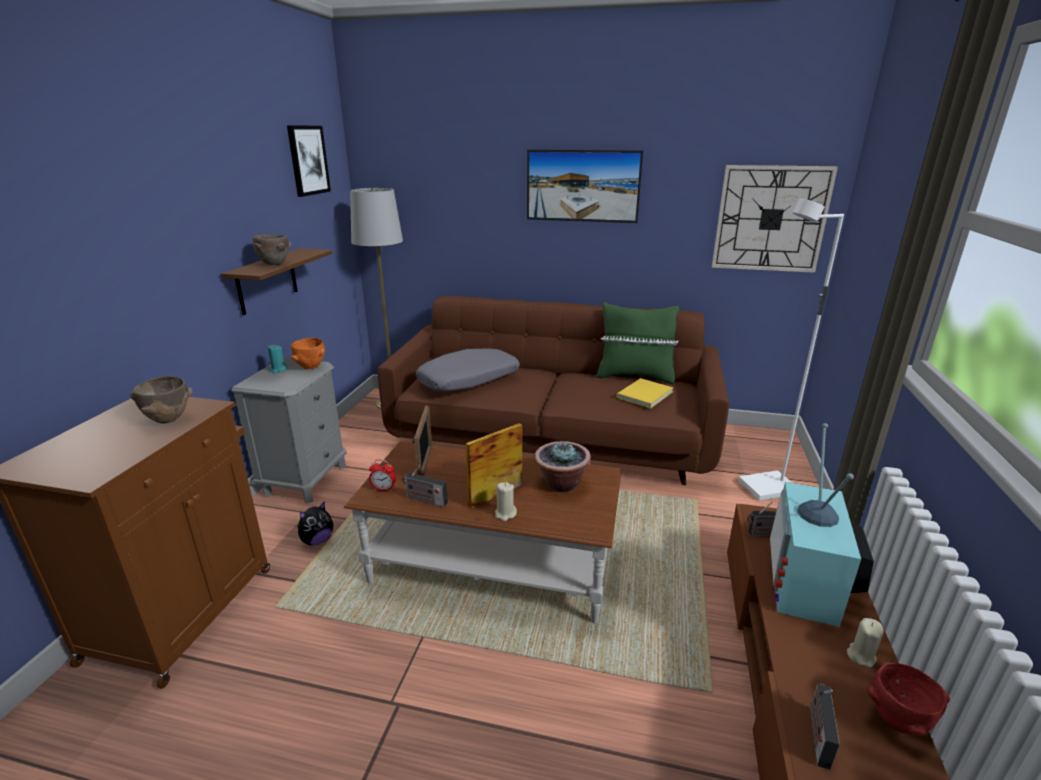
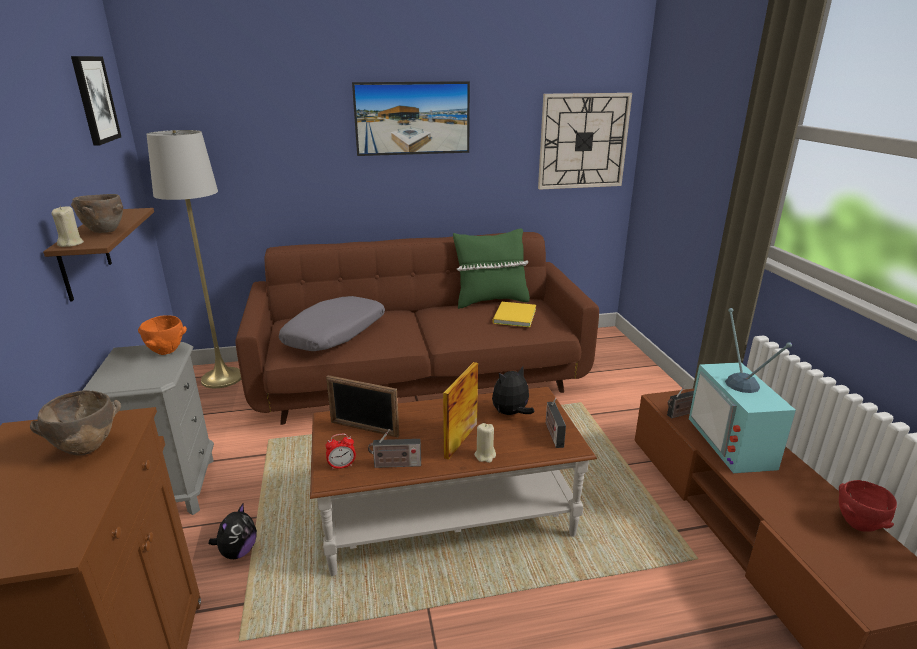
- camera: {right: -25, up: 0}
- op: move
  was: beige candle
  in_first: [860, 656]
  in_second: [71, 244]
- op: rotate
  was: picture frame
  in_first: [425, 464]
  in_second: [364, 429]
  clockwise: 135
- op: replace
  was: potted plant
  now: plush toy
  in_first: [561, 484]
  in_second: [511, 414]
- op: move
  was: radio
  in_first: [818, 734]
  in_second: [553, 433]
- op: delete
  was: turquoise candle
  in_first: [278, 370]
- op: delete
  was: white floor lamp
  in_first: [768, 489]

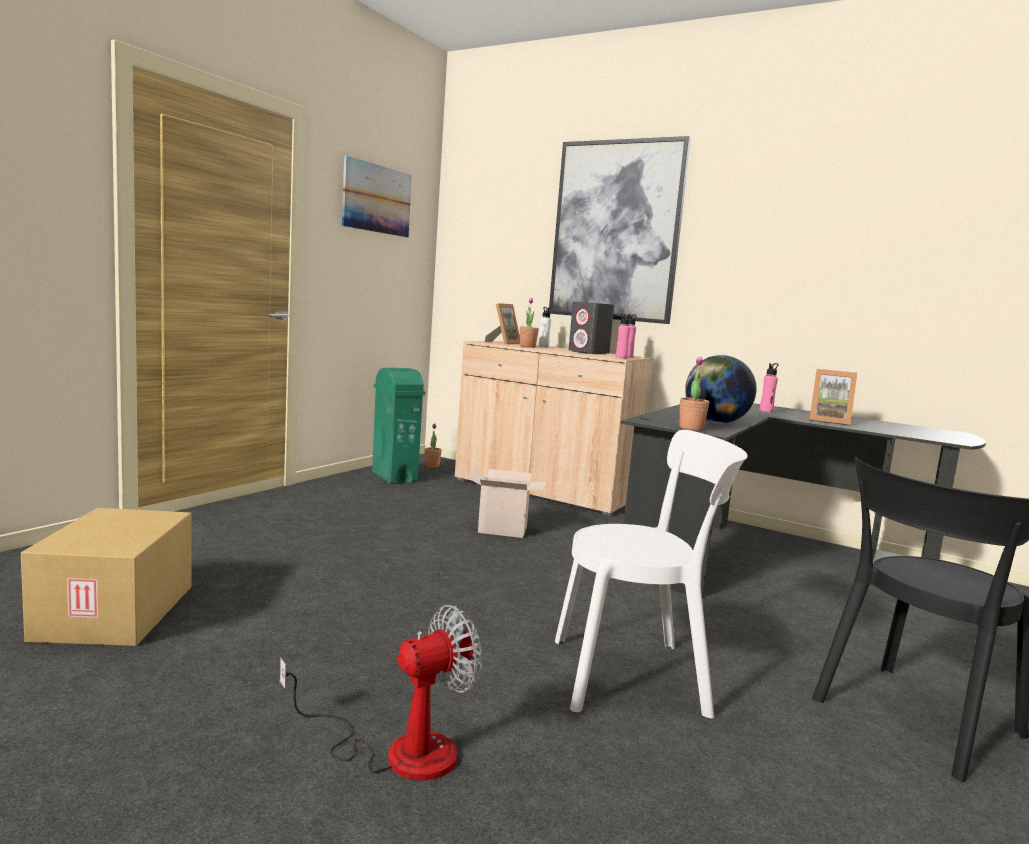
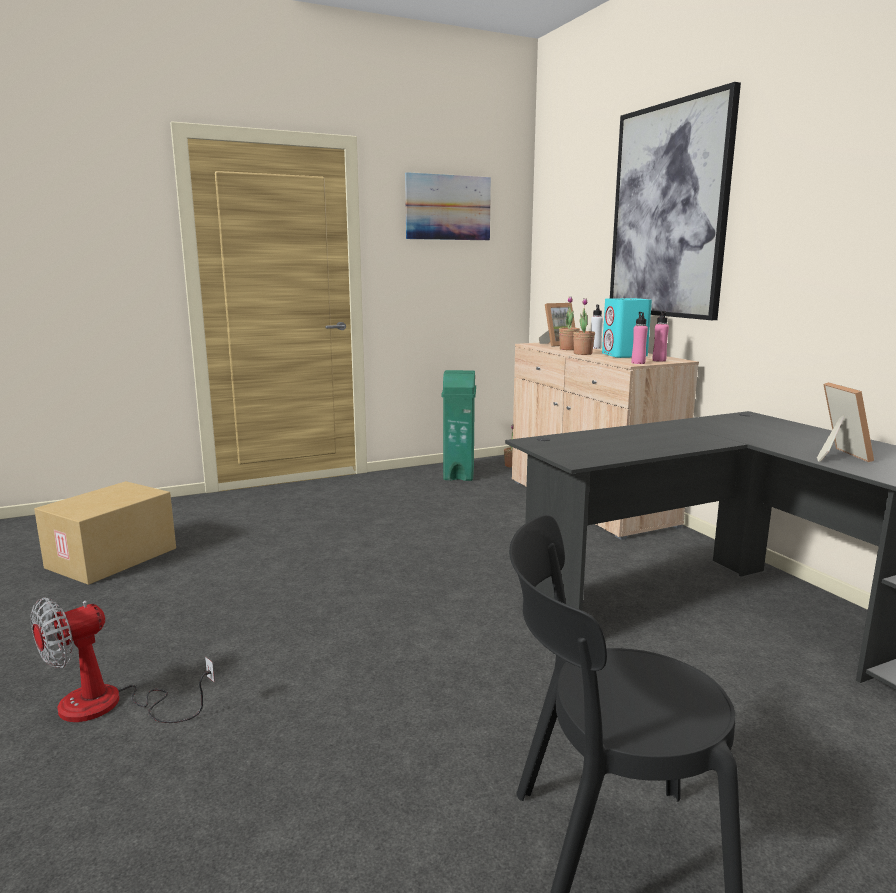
- camera: {right: 35, up: 5}
- op: rotate
  was: fan
  in_first: [398, 750]
  in_second: [110, 706]
  clockwise: 135
- op: move
  was: potted plant
  in_first: [691, 428]
  in_second: [582, 354]
- op: recolor
  was: grey speaker
  now: turquoise speaker
  in_first: [589, 352]
  in_second: [624, 355]
- op: rotate
  was: picture frame
  in_first: [828, 421]
  in_second: [836, 455]
  clockwise: -150
- op: delete
  was: cardboard box
  in_first: [504, 530]
- op: delete
  was: white chair
  in_first: [636, 675]
- op: delete
  was: globe
  in_first: [715, 422]
- op: delete
  was: pink bottle
  in_first: [766, 411]

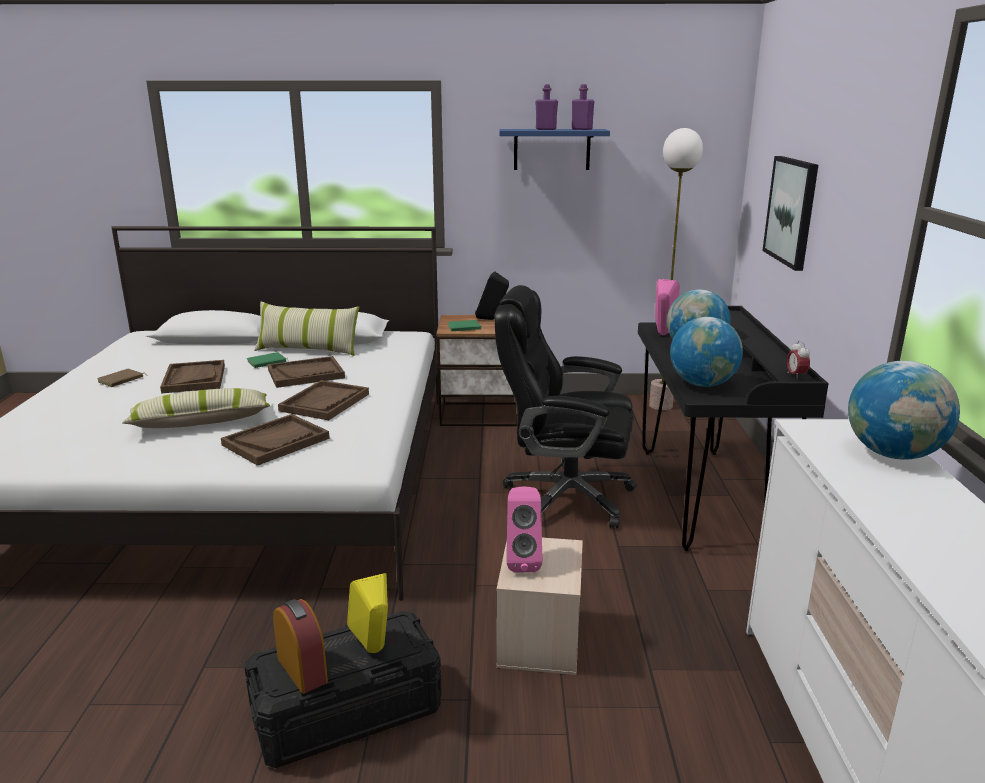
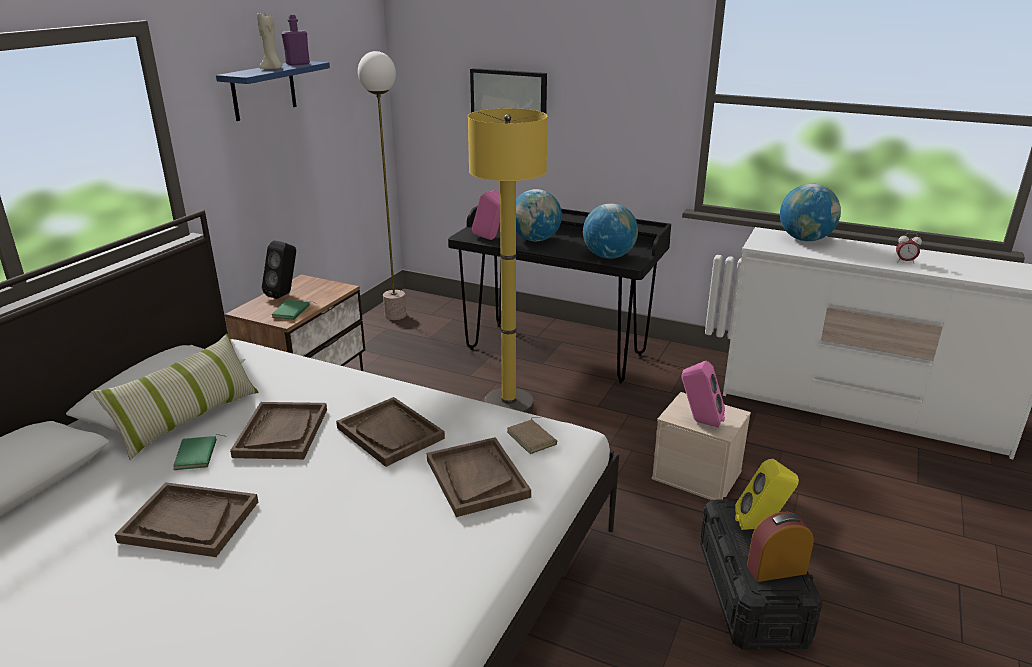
- camera: {right: -65, up: 5}
- op: replace
  was: purple bottle
  now: beige candle
  in_first: [546, 129]
  in_second: [272, 69]
- op: replace
  was: black office chair
  now: yellow floor lamp
  in_first: [565, 497]
  in_second: [508, 405]
- op: move
  was: brown book
  in_first: [121, 380]
  in_second: [533, 438]
- op: move
  was: alarm clock
  in_first: [795, 376]
  in_second: [905, 261]
- op: delete
  was: pillow
  in_first: [201, 422]

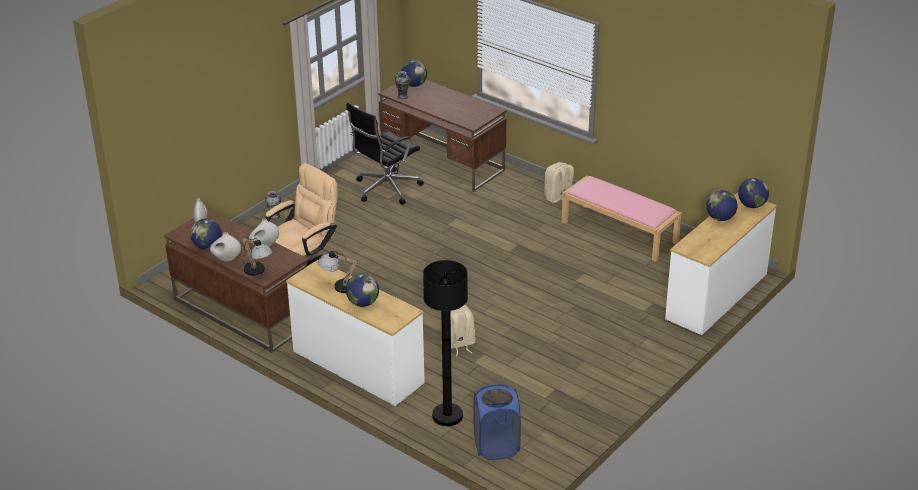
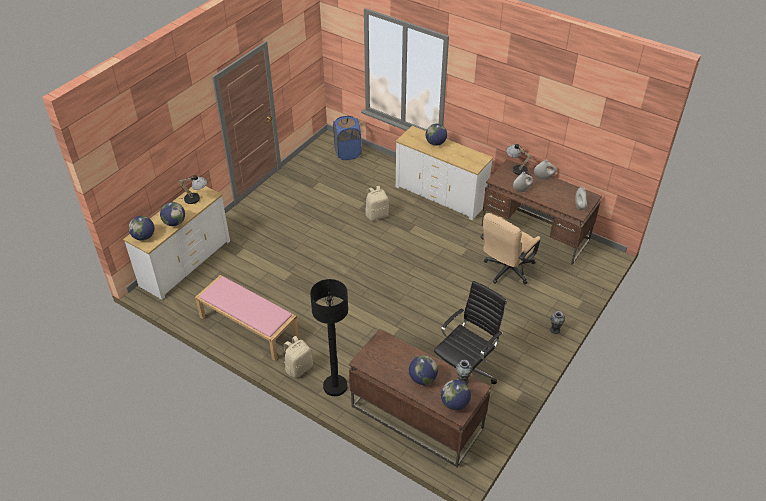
- camera: {right: 175, up: 10}
- op: move
  was: table lamp
  in_first: [339, 286]
  in_second: [196, 199]
- op: move
  was: black floor lamp
  in_first: [447, 415]
  in_second: [335, 386]
- op: move
  was: globe
  in_first: [207, 247]
  in_second: [422, 378]

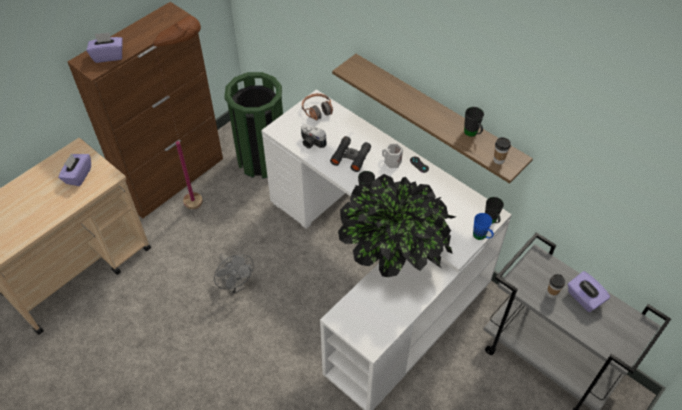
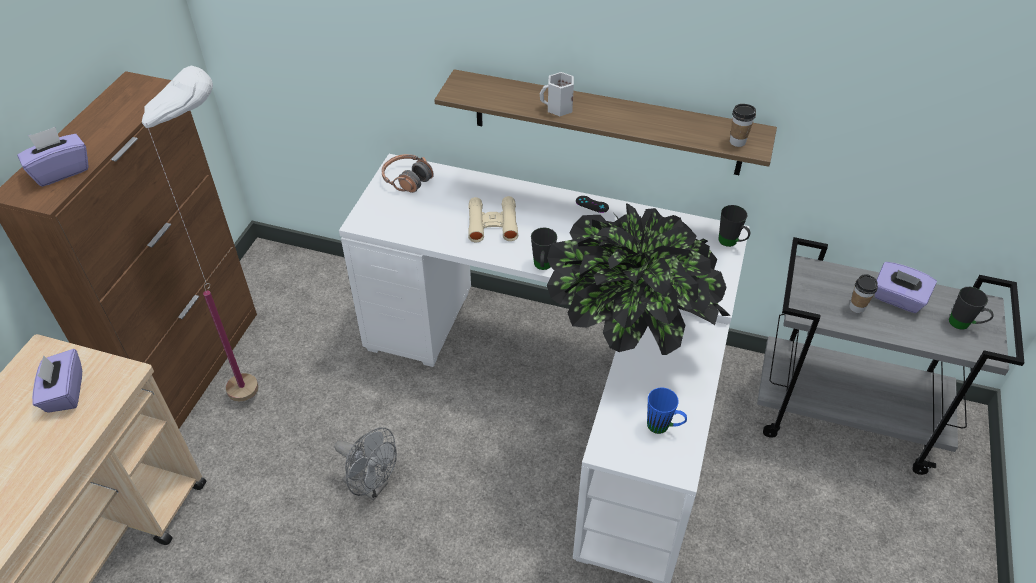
- camera: {right: -25, up: -5}
- op: recolor
  was: brown floor lamp
  now: white floor lamp
  in_first: [208, 197]
  in_second: [261, 375]
- op: recolor
  was: black binoculars
  now: beige binoculars
  in_first: [351, 157]
  in_second: [492, 224]
- op: move
  was: white mug
  in_first: [392, 162]
  in_second: [558, 108]
- op: move
  was: blue mug
  in_first: [481, 237]
  in_second: [663, 427]
- op: move
  was: black mug
  in_first: [472, 134]
  in_second: [964, 325]
- op: delete
  was: green trash can
  in_first: [262, 159]
- op: delete
  was: photo camera
  in_first: [311, 143]

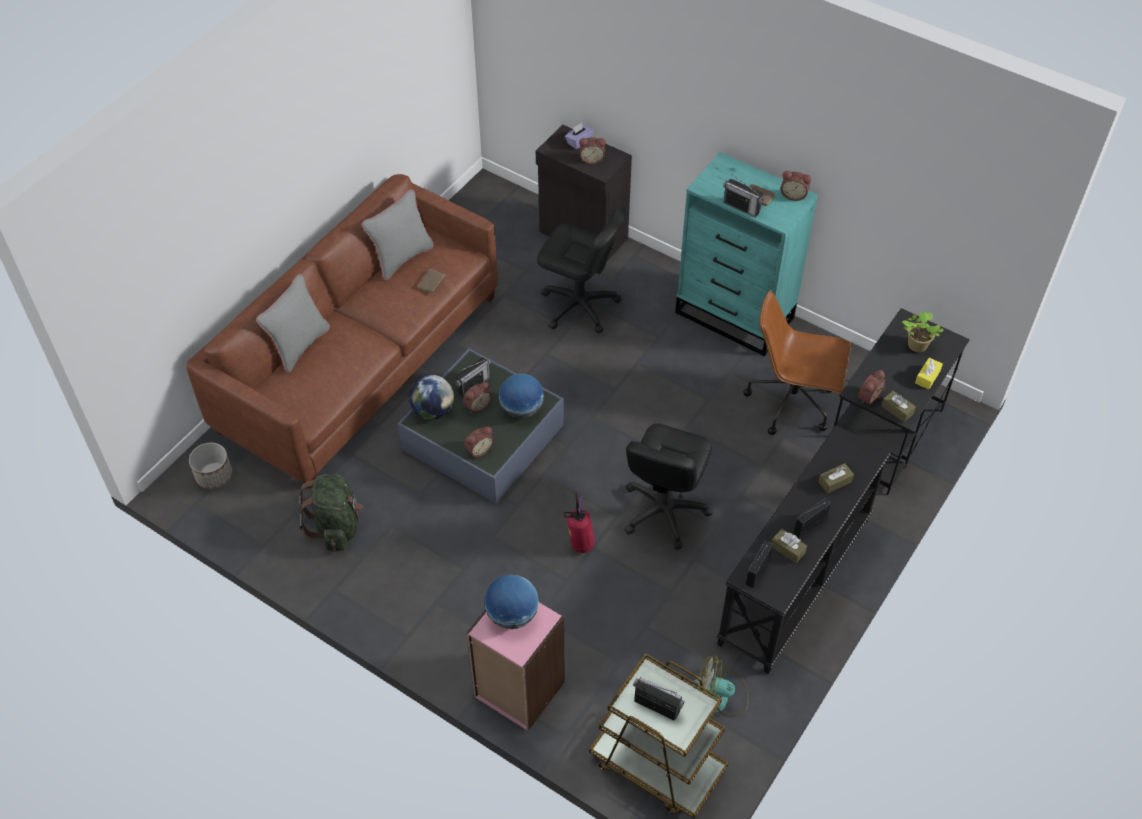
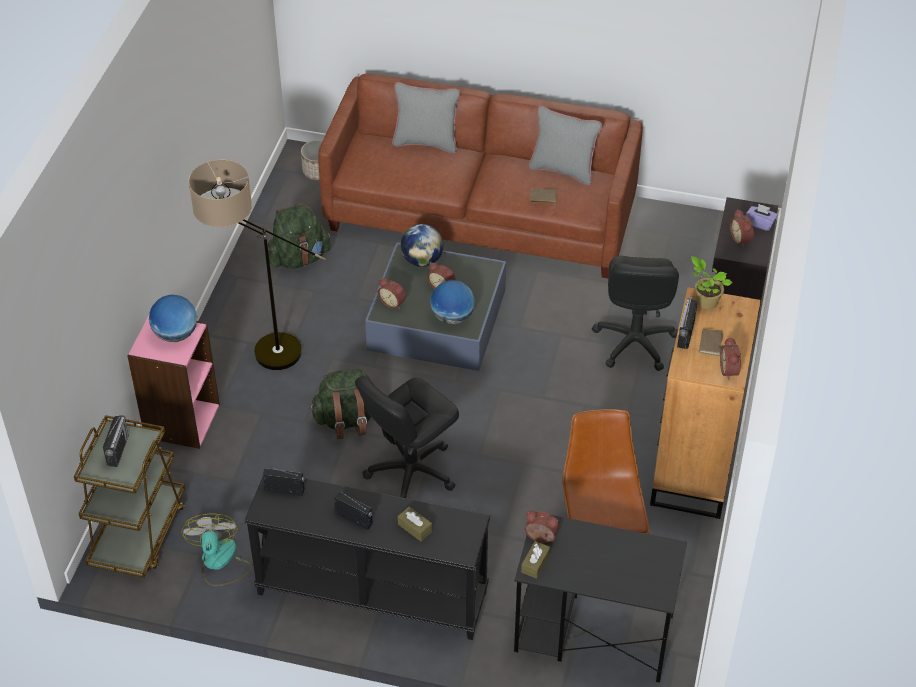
- camera: {right: 70, up: -5}
- op: insert
  now: floor lamp
  in_second: [258, 354]
- op: replace
  was: fire extinguisher
  now: green backpack
  in_first: [580, 544]
  in_second: [348, 420]
- op: rotate
  was: black office chair
  in_first: [664, 511]
  in_second: [410, 471]
  clockwise: -45
- op: recolor
  was: turquoise dresser
  now: brown dresser
  in_first: [735, 316]
  in_second: [693, 468]
- op: move
  was: potted plant
  in_first: [916, 346]
  in_second: [705, 301]
- op: delete
  was: radio
  in_first: [473, 385]
- op: delete
  was: brown tissue box
  in_first: [788, 549]
- op: delete
  was: yellow tissue box
  in_first: [927, 377]

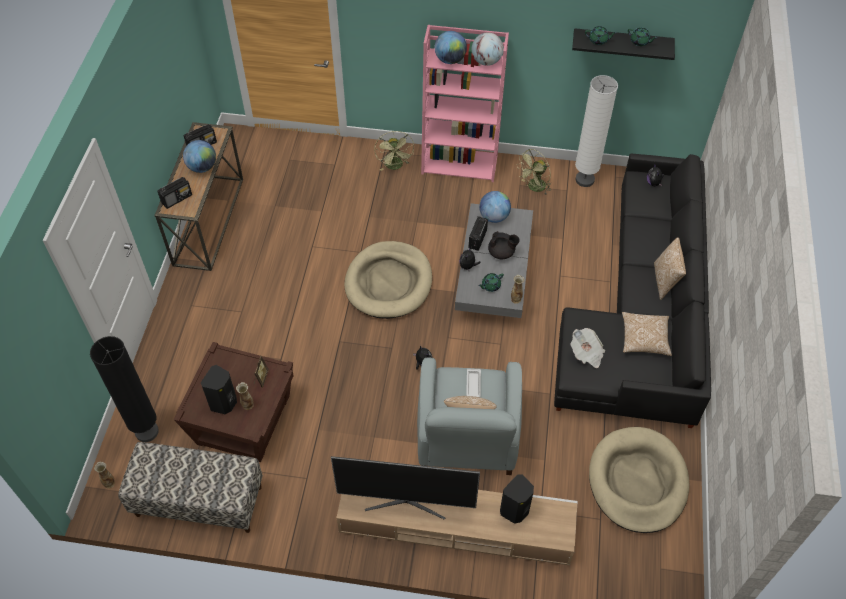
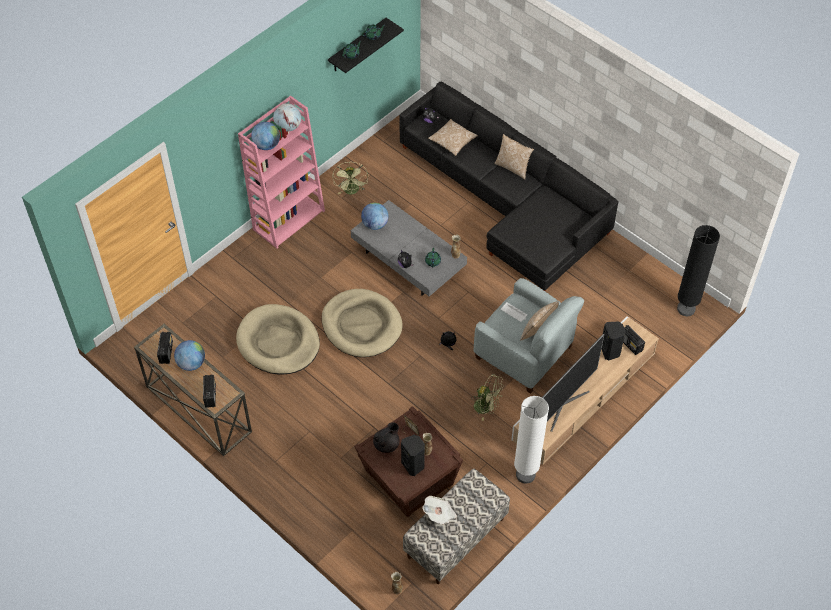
- camera: {right: -55, up: 0}
- op: move
  was: beige dog bed
  in_first: [637, 481]
  in_second: [278, 342]
- op: move
  was: black teapot
  in_first: [501, 253]
  in_second: [386, 444]
- op: move
  was: newspaper
  in_first: [586, 353]
  in_second: [439, 514]
- op: move
  was: pillow
  in_first: [644, 339]
  in_second: [452, 142]
- op: move
  was: green fan
  in_first: [395, 166]
  in_second: [486, 407]
- op: move
  was: white floor lamp
  in_first: [585, 180]
  in_second: [525, 474]
- op: move
  was: radio
  in_first: [477, 239]
  in_second: [630, 344]
- op: move
  was: black floor lamp
  in_first: [147, 432]
  in_second: [686, 309]

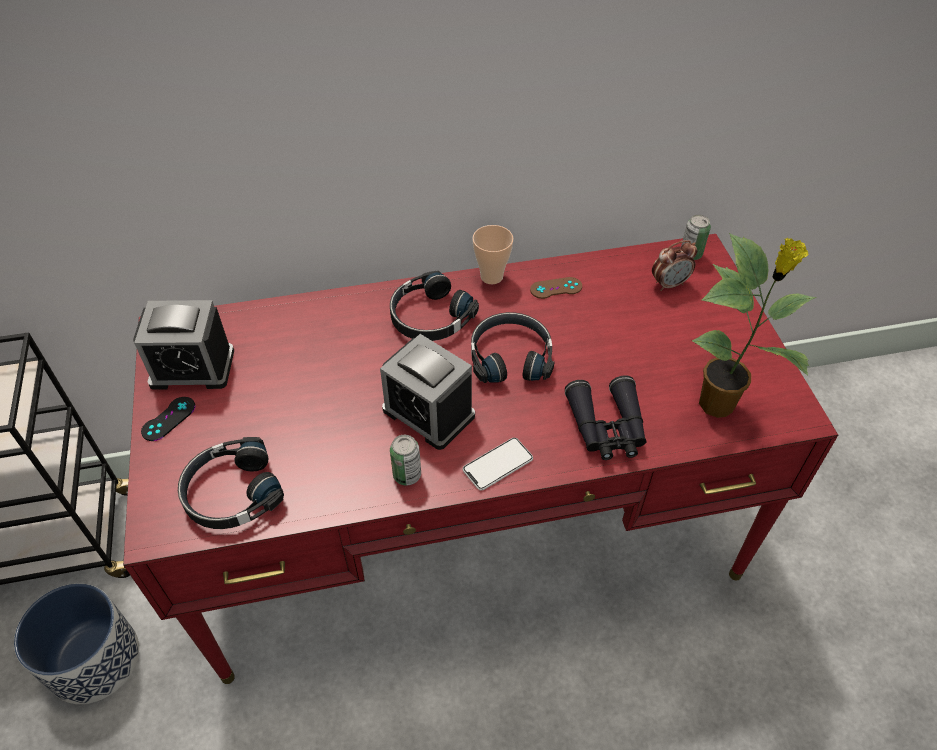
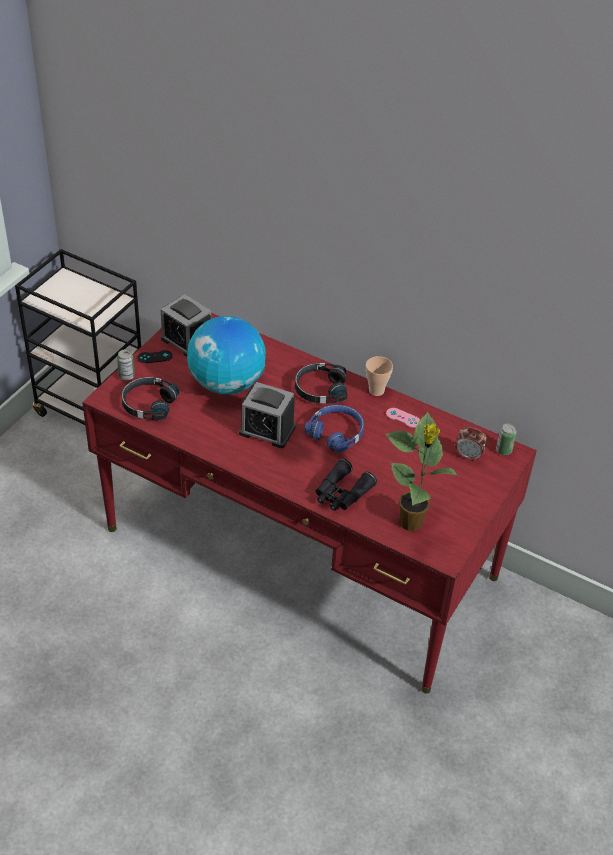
- camera: {right: 40, up: -5}
- op: move
  was: can
  in_first: [407, 475]
  in_second: [126, 376]
- op: insert
  now: globe
  in_second: [226, 384]
- op: rotate
  was: alarm clock
  in_first: [428, 412]
  in_second: [267, 430]
  clockwise: -60
- op: recolor
  was: black headphones
  now: blue headphones
  in_first: [510, 356]
  in_second: [336, 432]
- op: recolor
  was: brown game controller
  now: pink game controller
  in_first: [556, 288]
  in_second: [403, 418]
- op: delete
  was: planter
  in_first: [94, 659]
- op: delete
  was: phone
  in_first: [498, 464]

